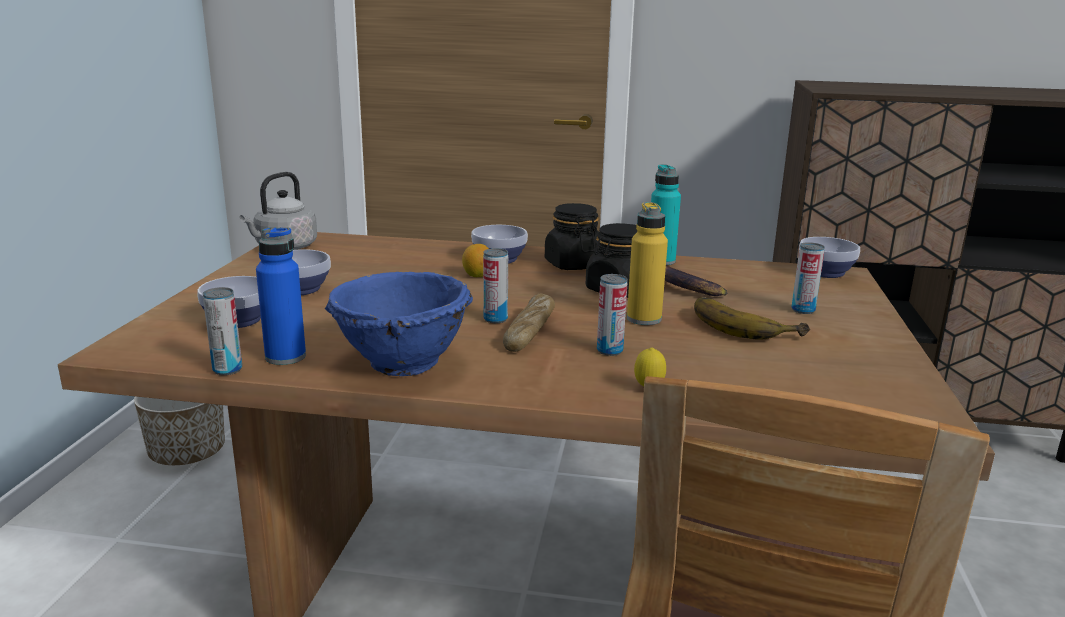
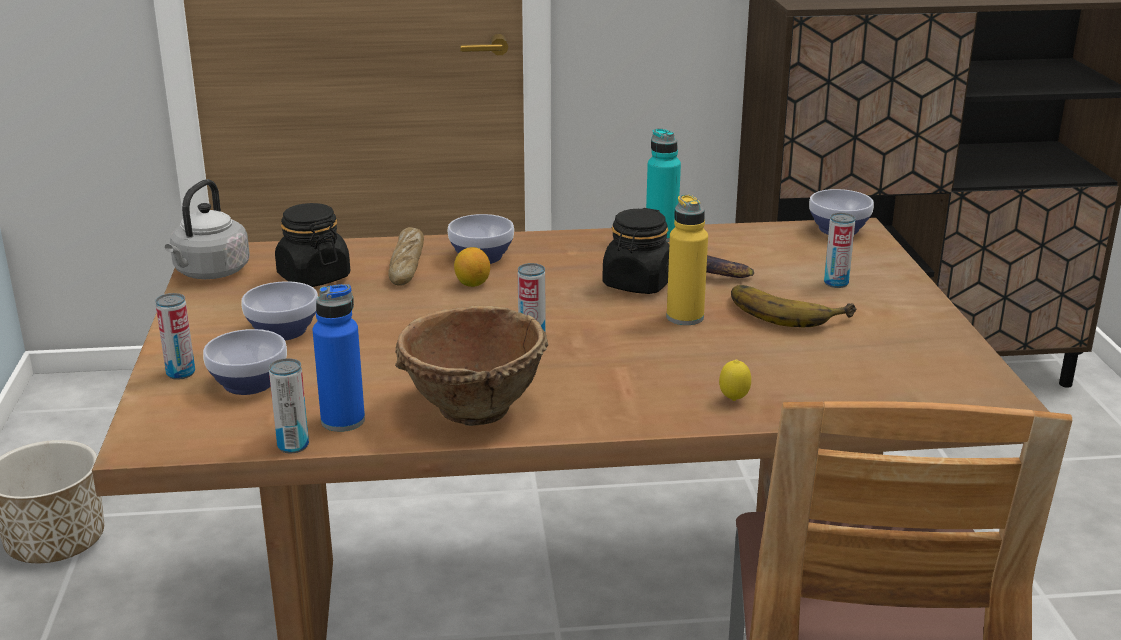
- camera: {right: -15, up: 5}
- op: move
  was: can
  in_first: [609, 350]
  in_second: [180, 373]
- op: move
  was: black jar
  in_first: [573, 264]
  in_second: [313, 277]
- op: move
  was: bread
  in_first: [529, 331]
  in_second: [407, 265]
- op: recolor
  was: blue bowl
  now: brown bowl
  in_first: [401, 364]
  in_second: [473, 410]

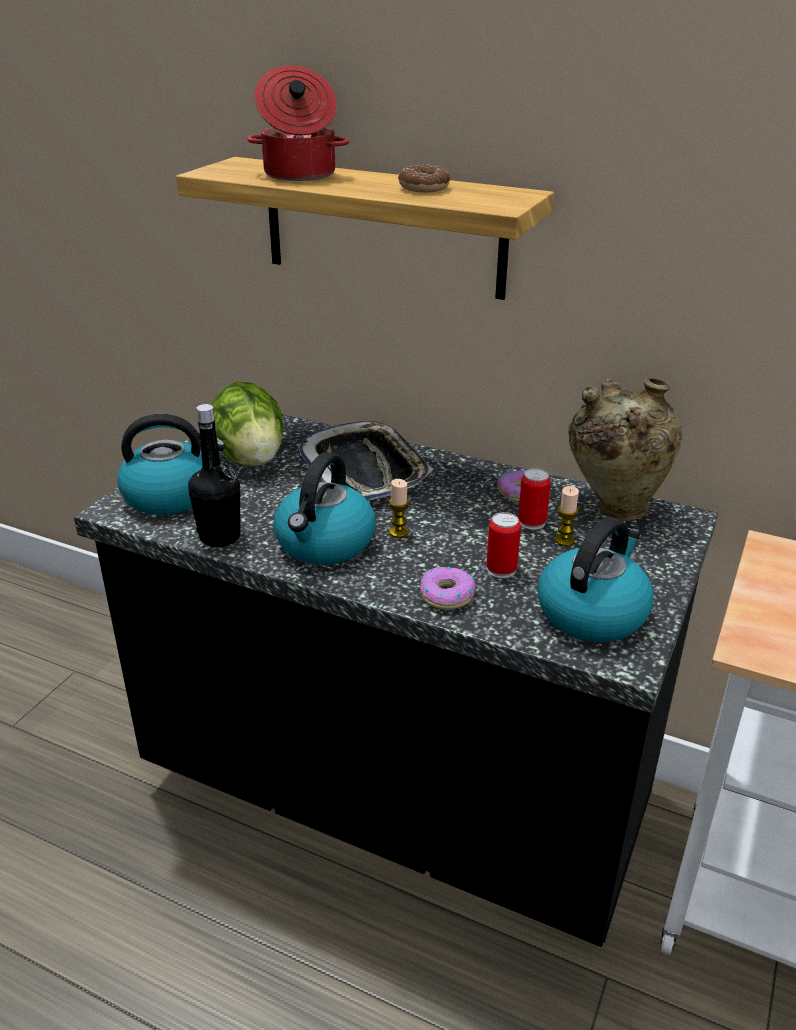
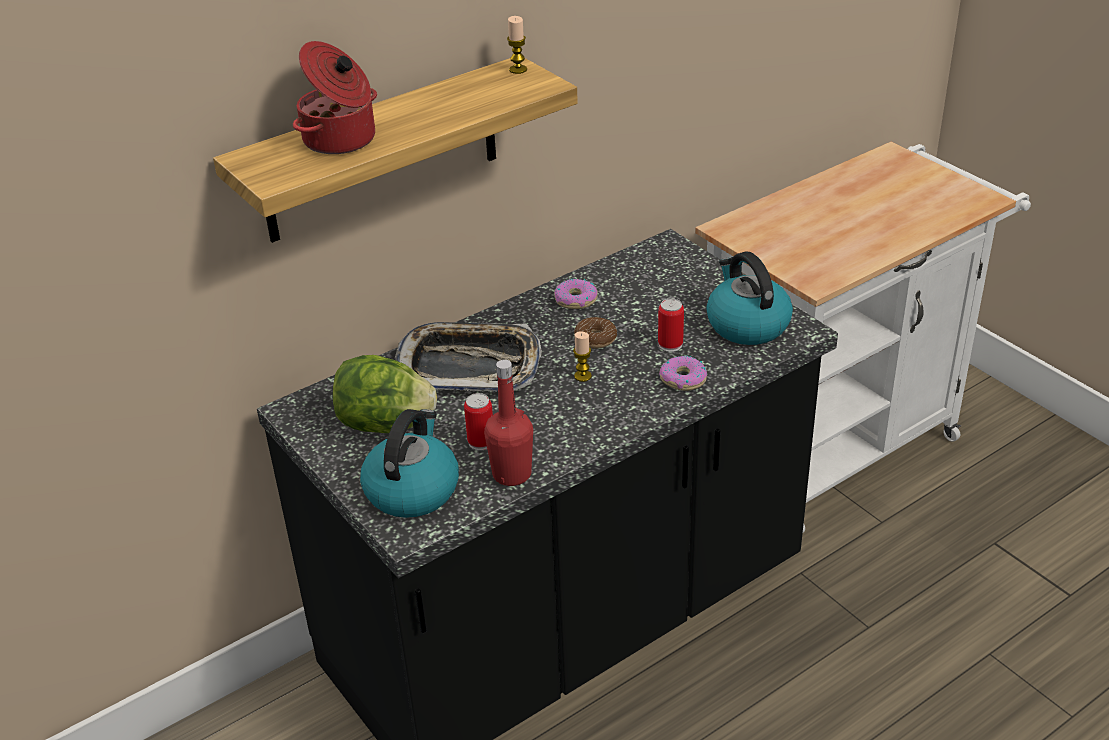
- camera: {right: -60, up: 5}
- op: move
  was: can
  in_first: [531, 522]
  in_second: [481, 442]
- op: recolor
  was: black bottle
  now: red bottle
  in_first: [220, 537]
  in_second: [512, 474]
- op: move
  was: candle
  in_first: [564, 540]
  in_second: [518, 70]
- op: move
  was: donut
  in_first: [423, 188]
  in_second: [595, 339]
- op: delete
  was: kettle
  in_first: [325, 544]
- op: delete
  was: beige vase
  in_first: [613, 508]

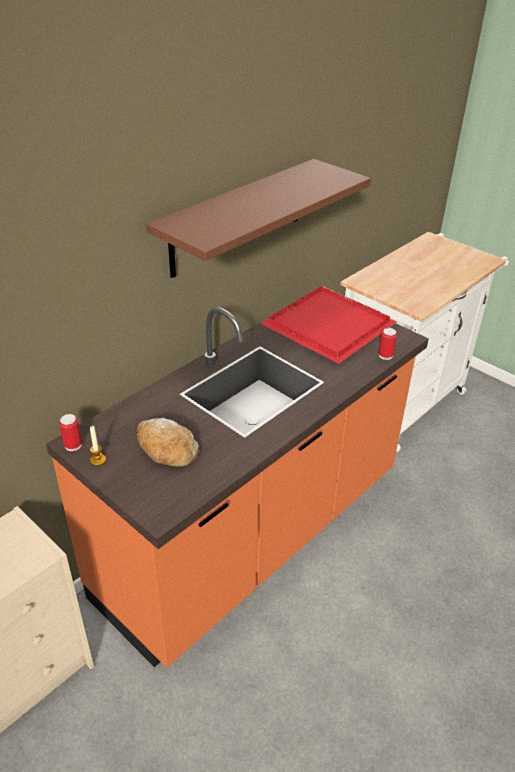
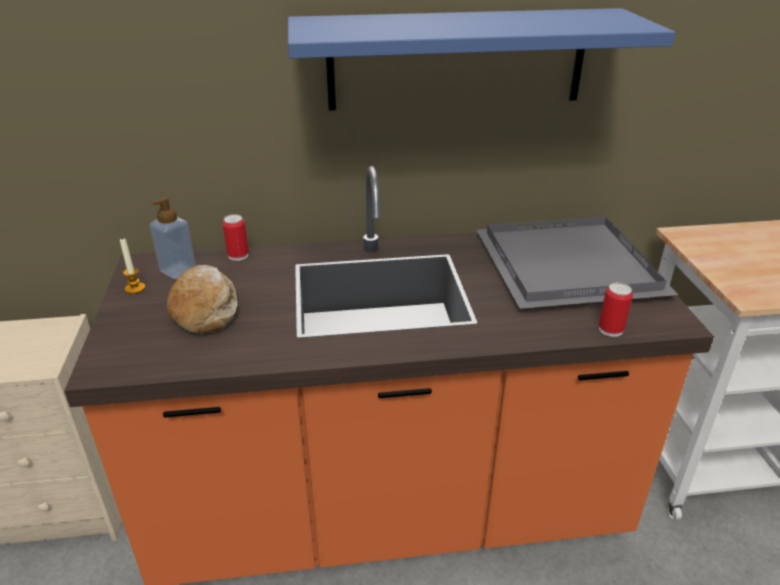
- camera: {right: 40, up: -5}
- op: insert
  now: soap dispenser
  in_second: [178, 270]
- op: move
  was: can
  in_first: [73, 445]
  in_second: [238, 255]
- op: recolor
  was: brown shelf
  now: blue shelf
  in_first: [238, 217]
  in_second: [457, 60]
- op: recolor
  was: red tray
  now: grey tray
  in_first: [325, 326]
  in_second: [564, 264]

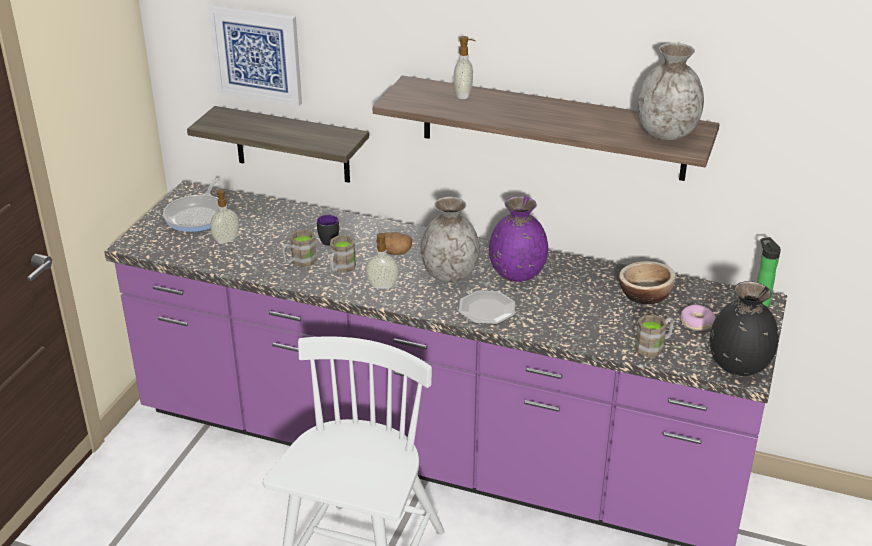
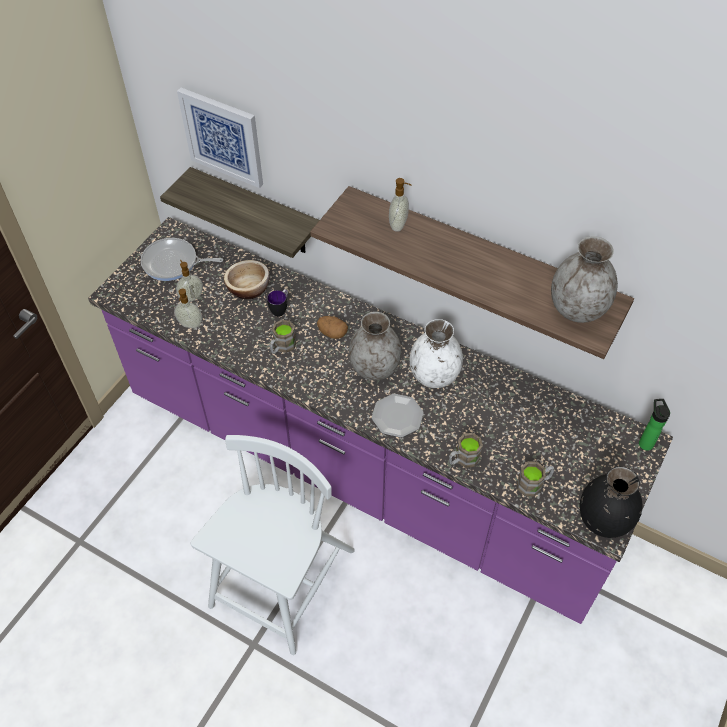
- camera: {right: 10, up: 20}
- op: rotate
  was: frying pan
  in_first: [198, 215]
  in_second: [173, 263]
  clockwise: 75
- op: move
  was: soap dispenser
  in_first: [382, 286]
  in_second: [190, 325]
- op: move
  was: bowl
  in_first: [645, 295]
  in_second: [248, 288]
- op: recolor
  was: purple vase
  now: white vase
  in_first: [516, 274]
  in_second: [433, 375]
- op: move
  was: brown mug
  in_first: [299, 262]
  in_second: [463, 459]
- op: delete
  was: donut
  in_first: [696, 323]

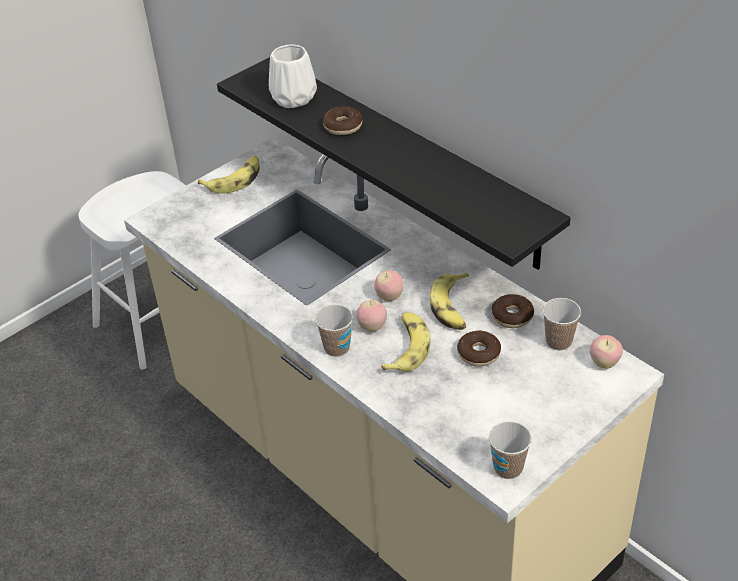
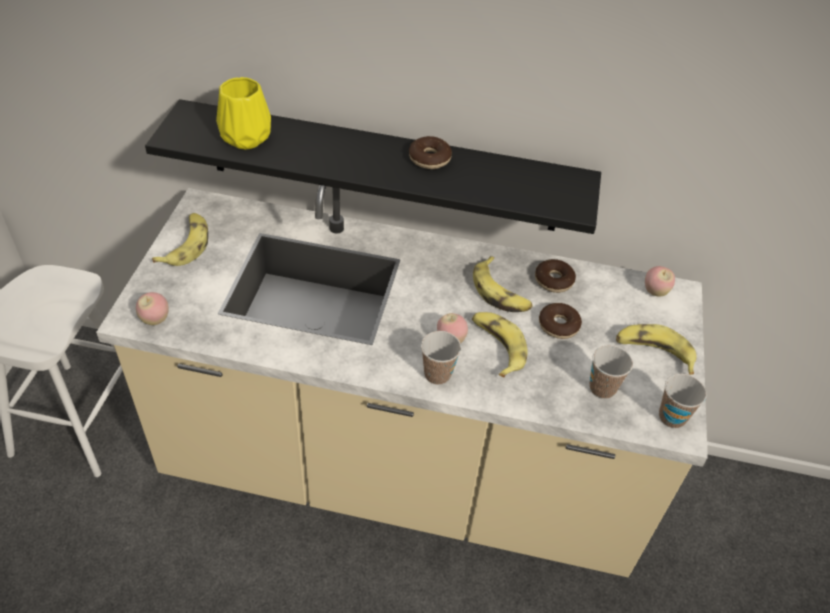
- camera: {right: -40, up: 5}
- op: move
  was: apple
  in_first: [389, 297]
  in_second: [155, 319]
- op: recolor
  was: white vase
  now: yellow vase
  in_first: [294, 98]
  in_second: [247, 137]
- op: move
  was: donut
  in_first: [342, 126]
  in_second: [429, 158]
- op: move
  was: cup
  in_first: [558, 341]
  in_second: [602, 388]
- op: insert
  now: banana
  in_second: [653, 352]

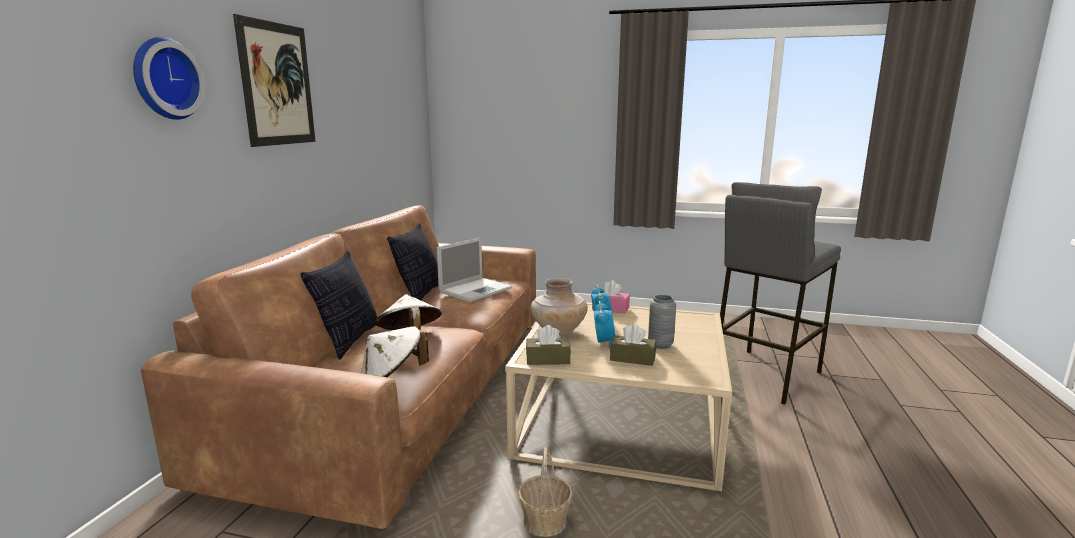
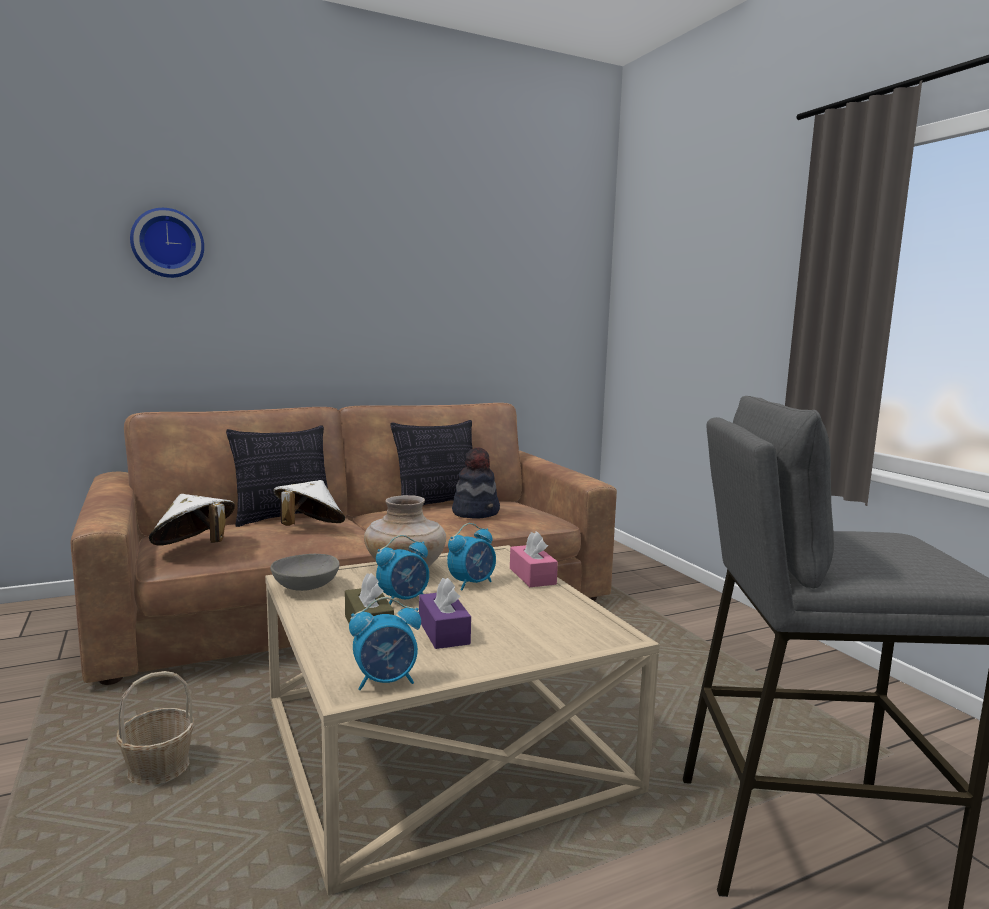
- camera: {right: 50, up: -5}
- op: replace
  was: brown tissue box
  now: grey bowl
  in_first: [548, 359]
  in_second: [305, 587]
- op: insert
  now: alarm clock
  in_second: [386, 681]
- op: replace
  was: grey vase
  now: purple tissue box
  in_first: [660, 345]
  in_second: [443, 632]
- op: replace
  was: laptop
  now: hat
  in_first: [476, 289]
  in_second: [476, 512]
- op: delete
  was: picture
  in_first: [277, 84]

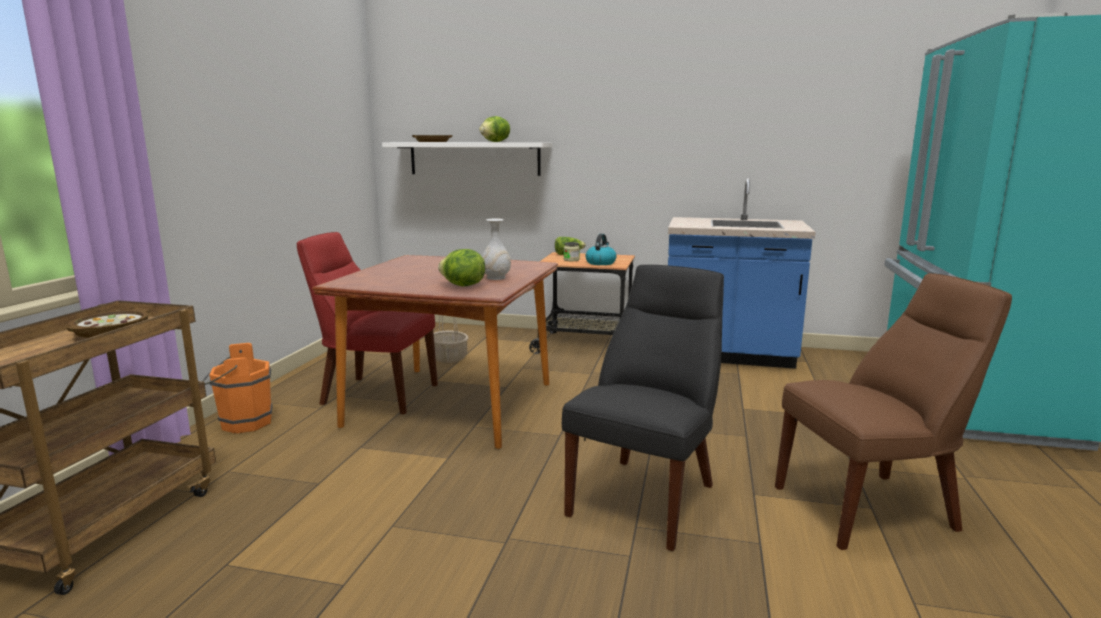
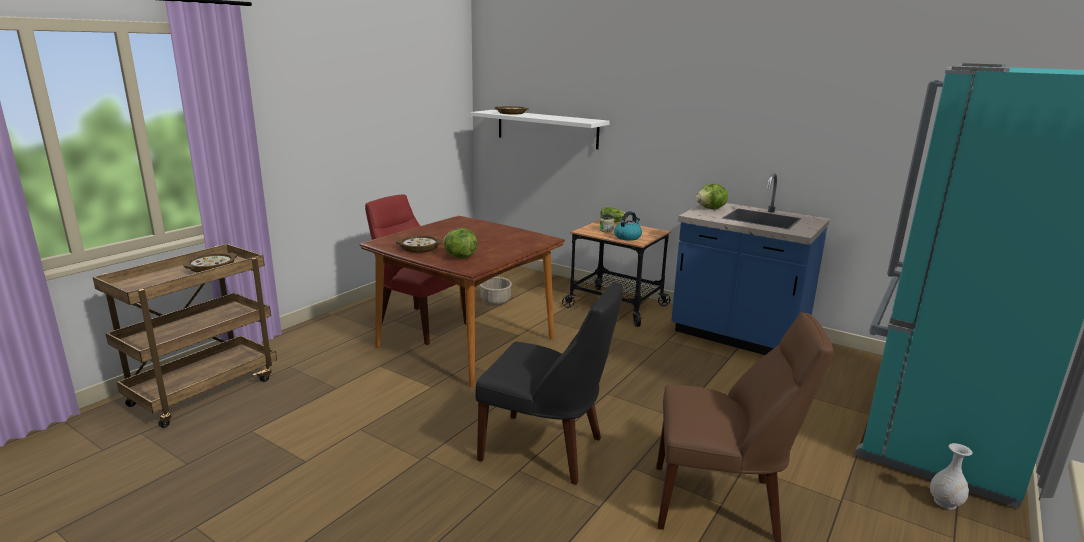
- camera: {right: 20, up: 5}
- op: insert
  now: bowl
  in_second: [419, 248]
- op: rotate
  was: black chair
  in_first: [646, 496]
  in_second: [547, 450]
  clockwise: 60
- op: move
  was: lettuce
  in_first: [495, 142]
  in_second: [711, 209]
- op: move
  was: white vase
  in_first: [496, 278]
  in_second: [945, 503]
- op: delete
  was: orange bucket
  in_first: [242, 423]

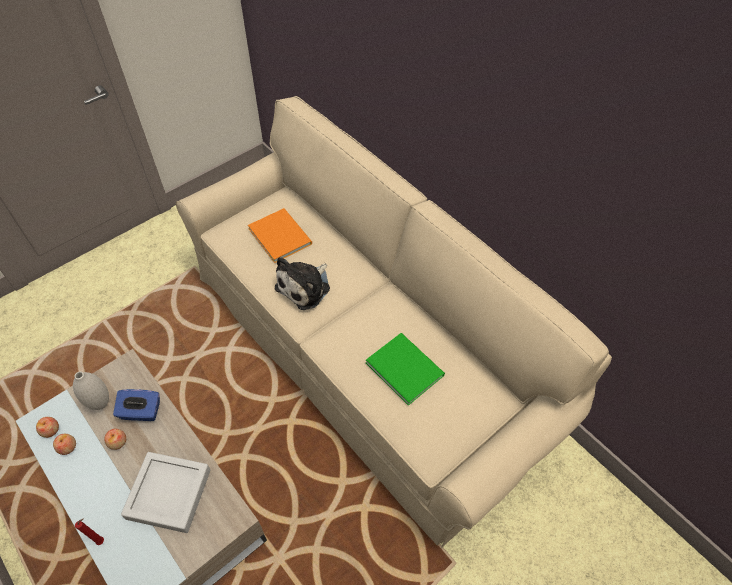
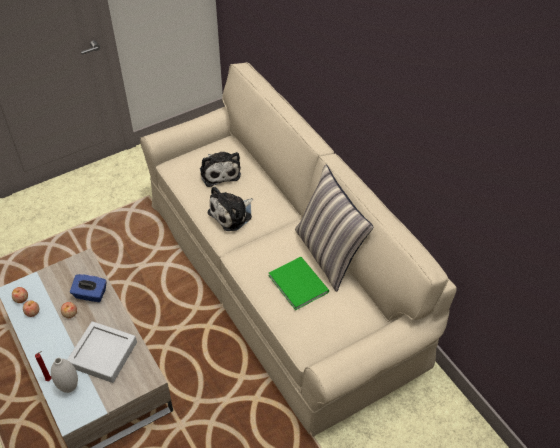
- camera: {right: 10, up: -5}
- op: move
  was: white vase
  in_first: [100, 403]
  in_second: [69, 387]
- op: replace
  was: orange book
  now: plush toy
  in_first: [280, 234]
  in_second: [219, 172]
- op: insert
  now: pillow
  in_second: [329, 255]

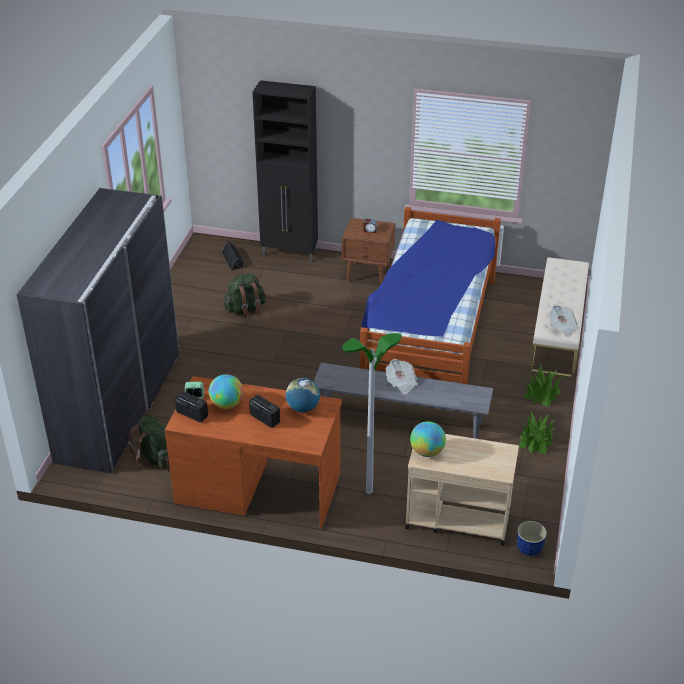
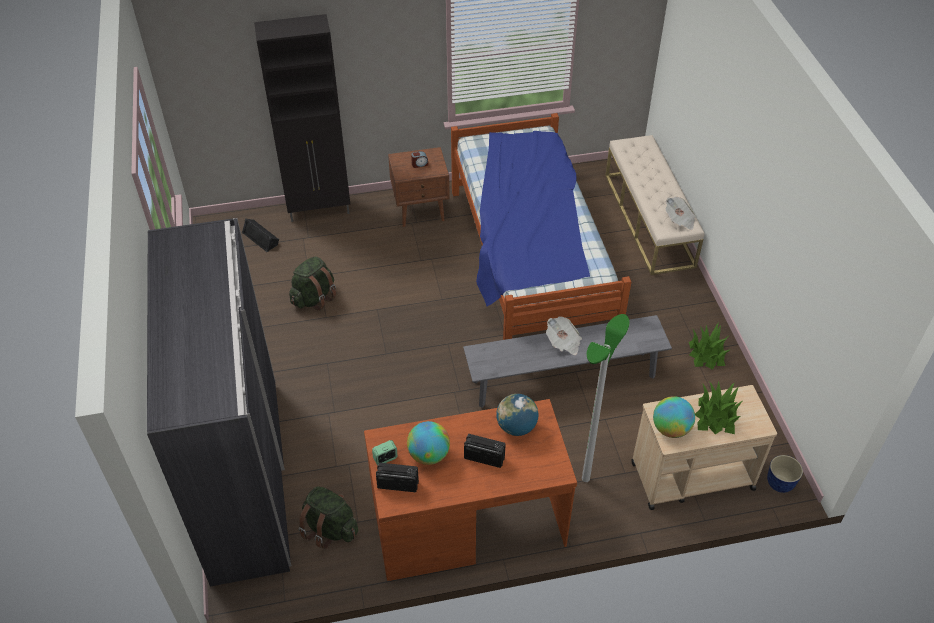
- camera: {right: -25, up: 10}
- op: move
  was: potted plant
  in_first: [542, 394]
  in_second: [716, 416]

